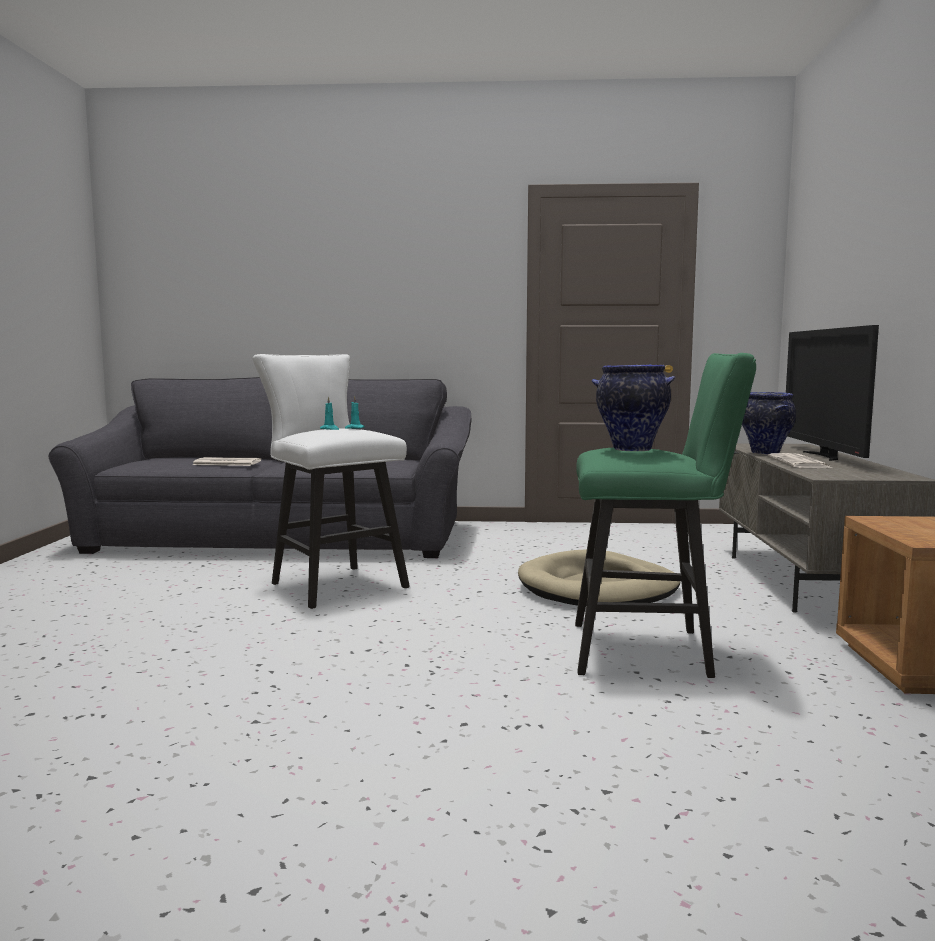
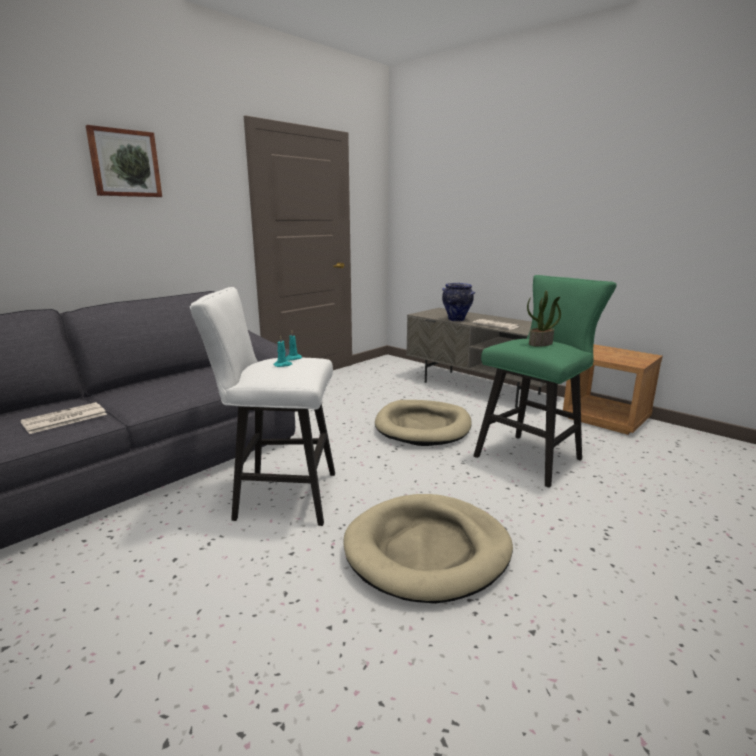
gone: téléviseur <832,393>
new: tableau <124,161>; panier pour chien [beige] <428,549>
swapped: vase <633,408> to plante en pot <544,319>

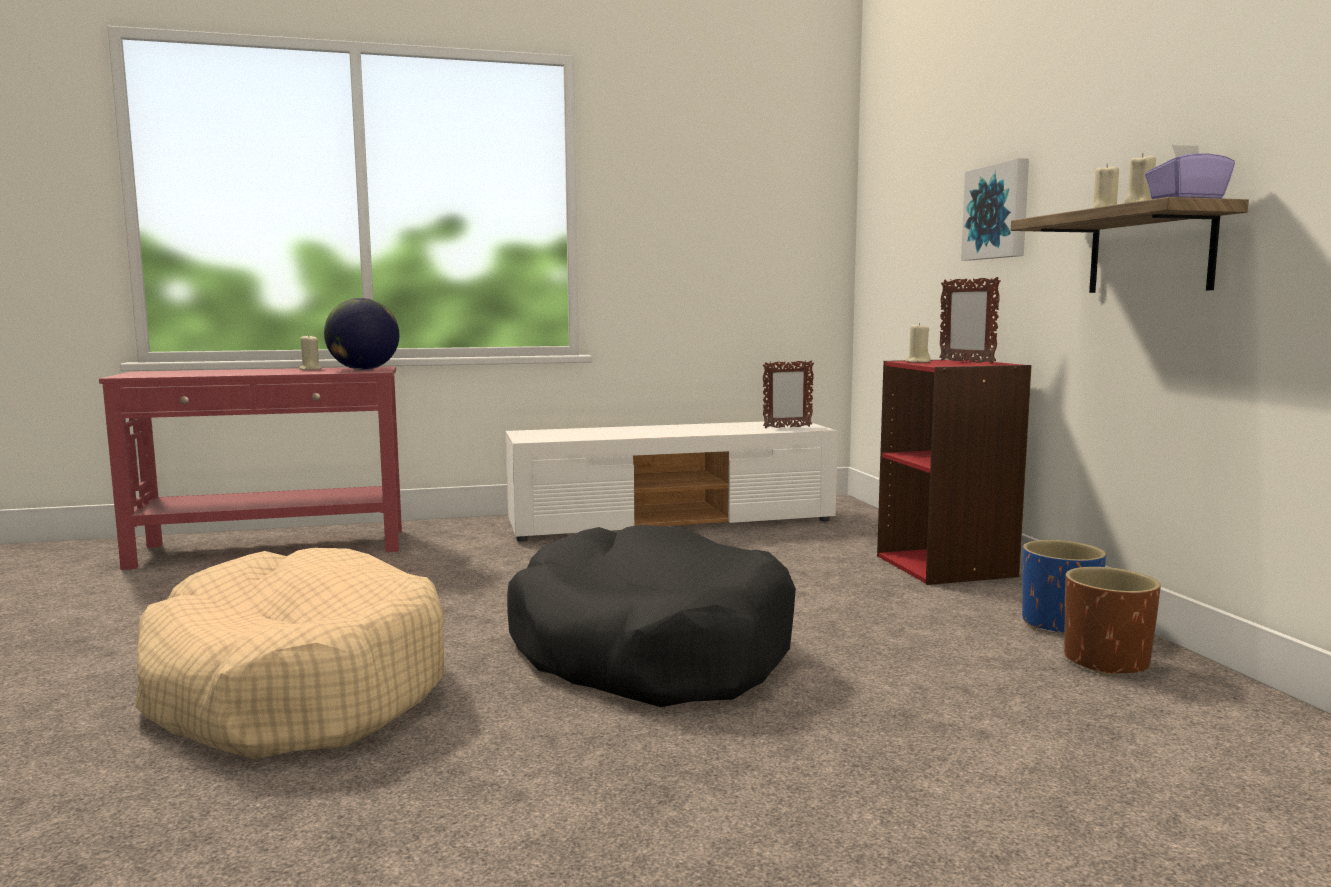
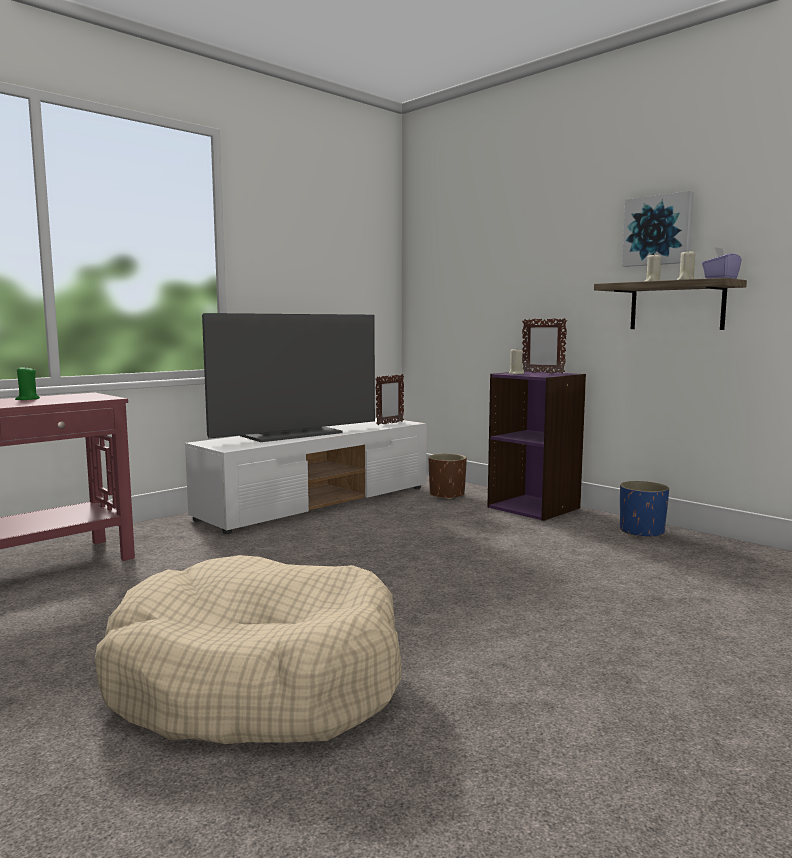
gone: globe <361,334>; panier pour chien [noir] <651,616>
new: téléviseur <288,377>
shifted: tableau <995,209> to <658,229>; cache-pot [marron] <1112,621> to <448,476>
repainted: bougie [beige] <310,352> to bougie [vert] <27,383>; bibliothèque [rouge] <954,472> to bibliothèque [violet] <536,446>

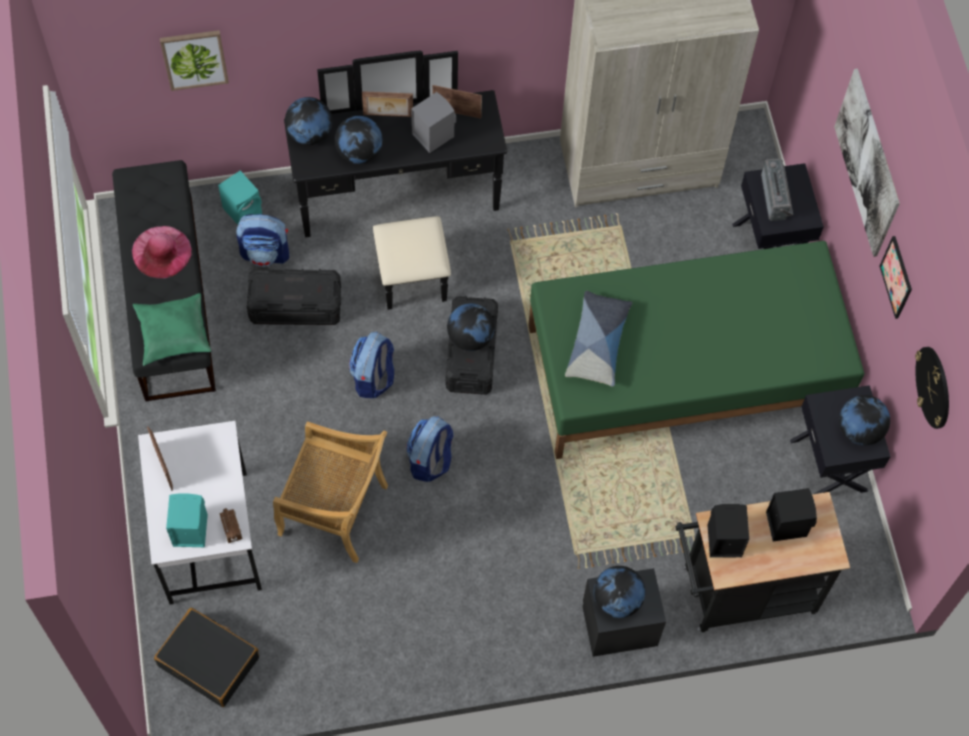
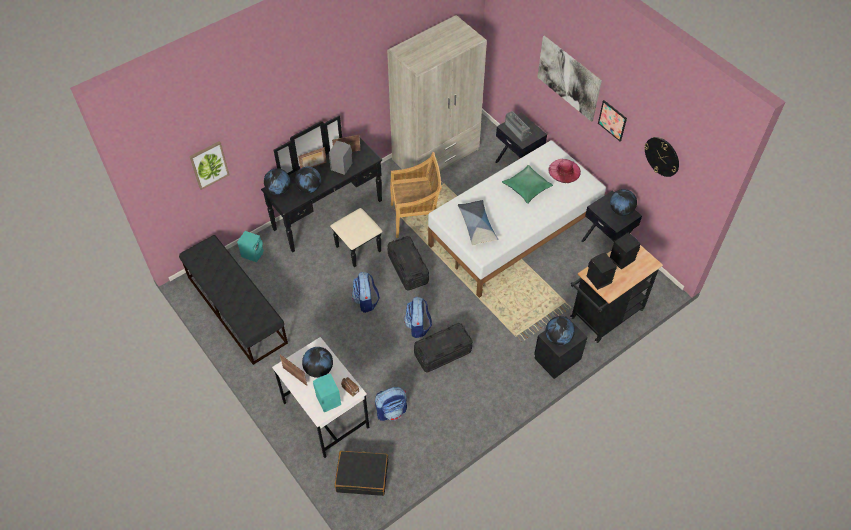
shifted: sac à dos <262,240> to <391,404>; chapeau [rose] <161,252> to <564,171>; boîte de rangement [noir] <293,296> to <443,348>; coussin [vert] <172,329> to <527,184>; globe <471,327> to <317,362>; chaise [beige] <330,492> to <416,195>
repainted: lit [vert] <696,350> to lit [blanc] <517,219>

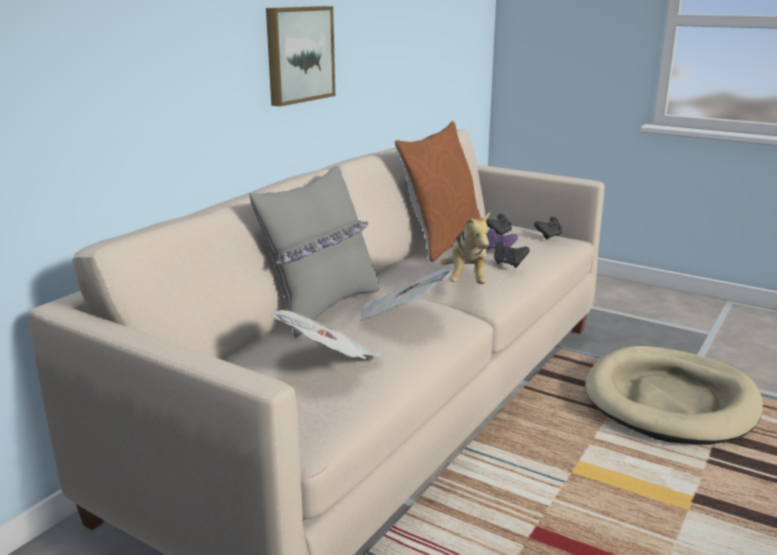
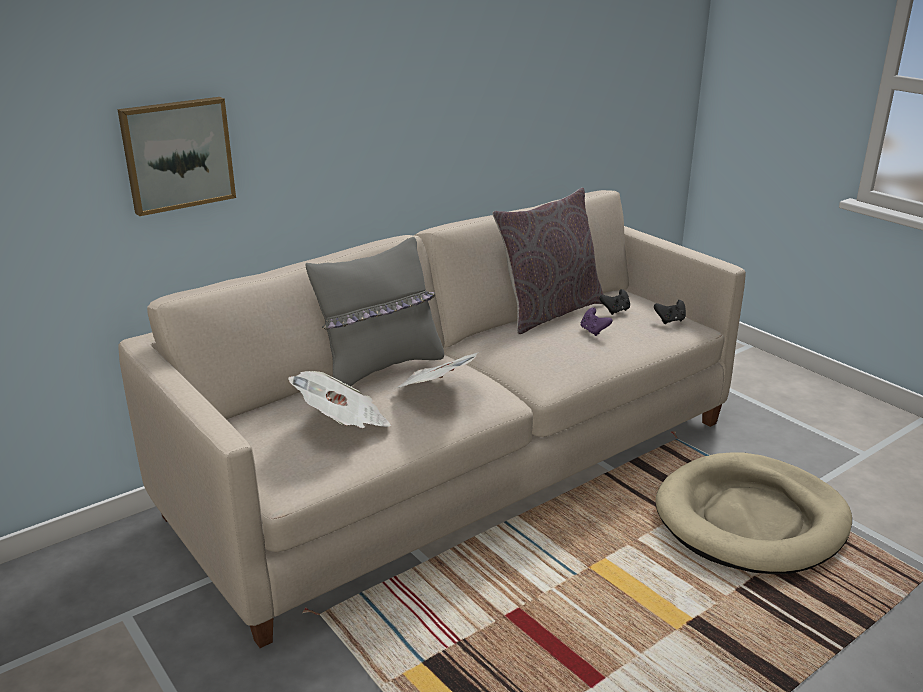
gone: peluche <465,248>; manette [noir] <512,254>
shifted: tableau <300,56> to <176,156>
repainted: coussin [marron] <438,191> to coussin [gris] <548,261>

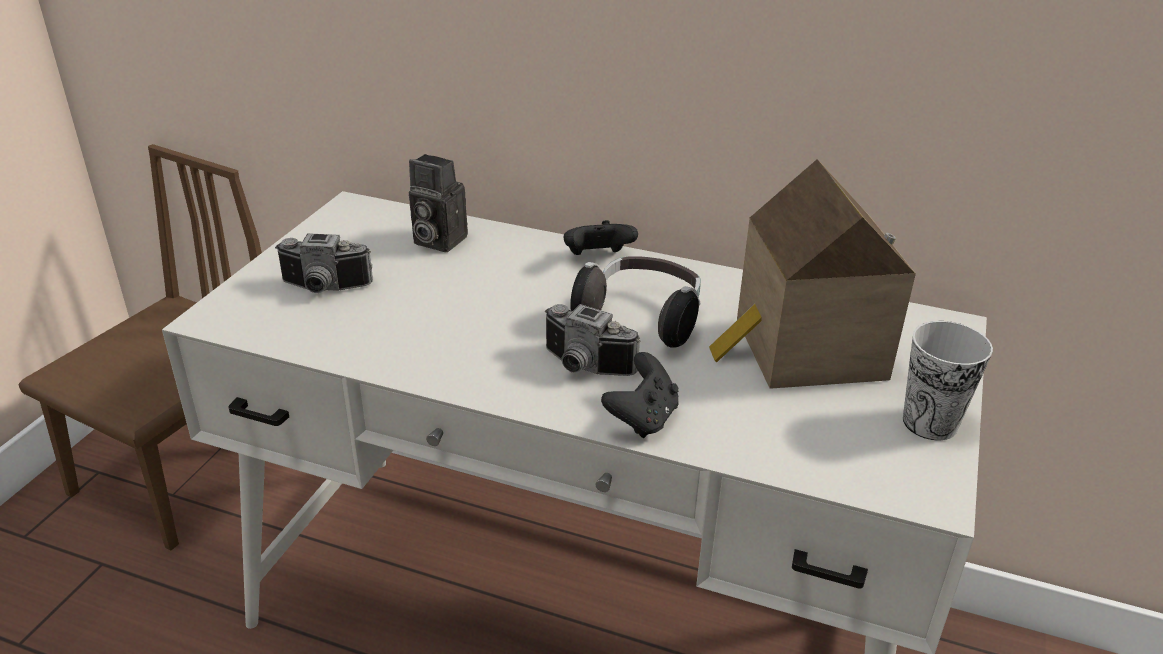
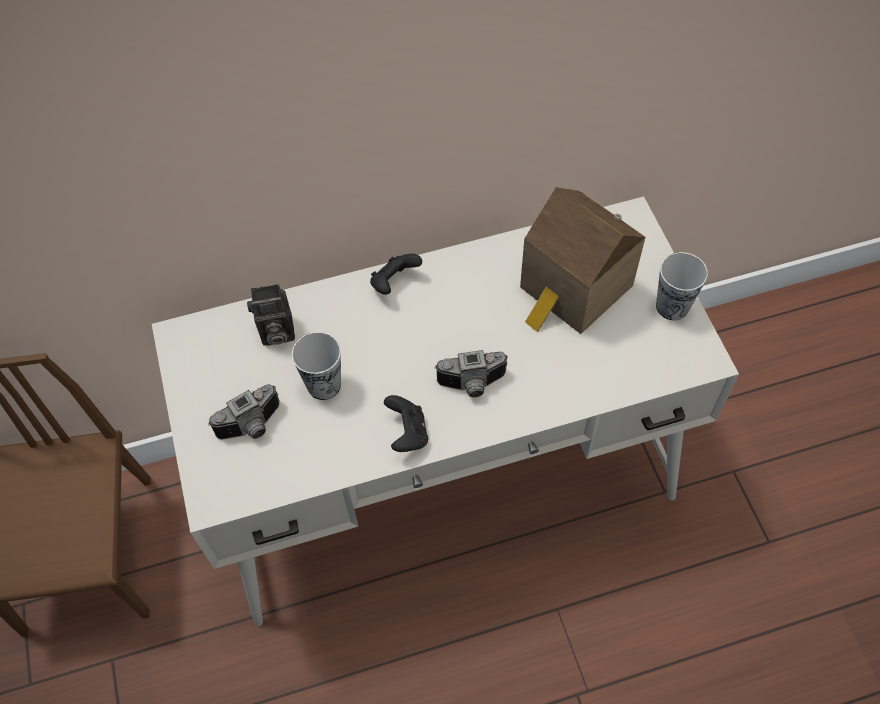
gone: casque audio <635,302>
new: tasse <316,366>
shifted: manette [noir] <640,395> to <406,423>

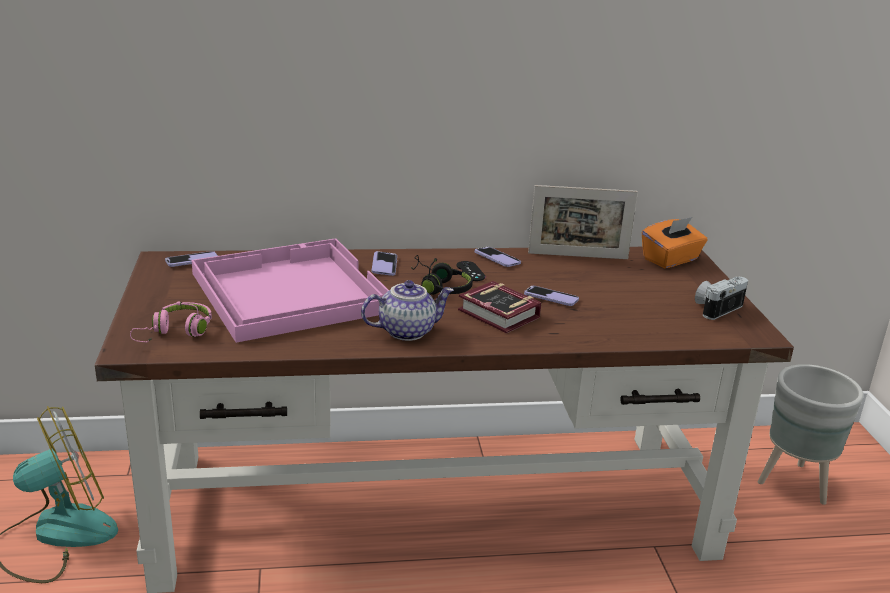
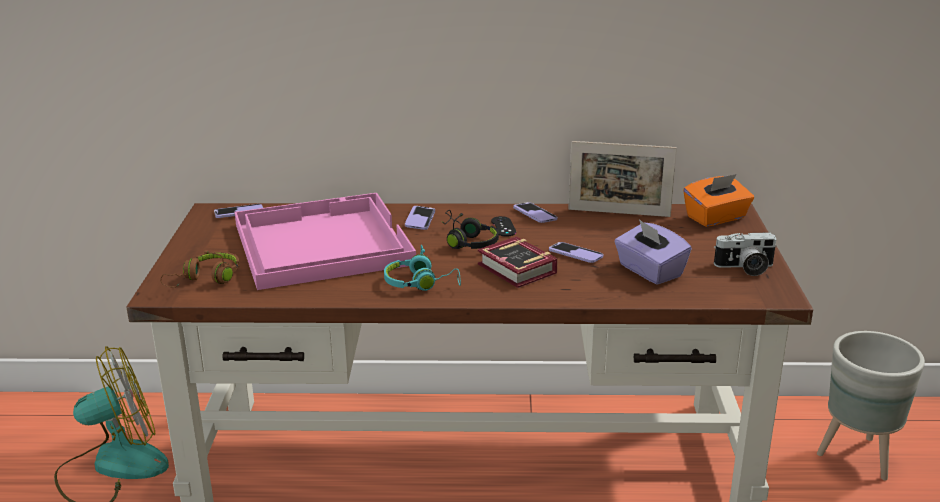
new: boîte à mouchoirs [violet] <653,252>
swapped: théière <407,310> to casque audio [turquoise] <422,268>
repainted: casque audio [rose] <171,322> to casque audio [marron] <200,269>
rotated: appareil photo <721,298> = <745,254> 150 degrees counterclockwise

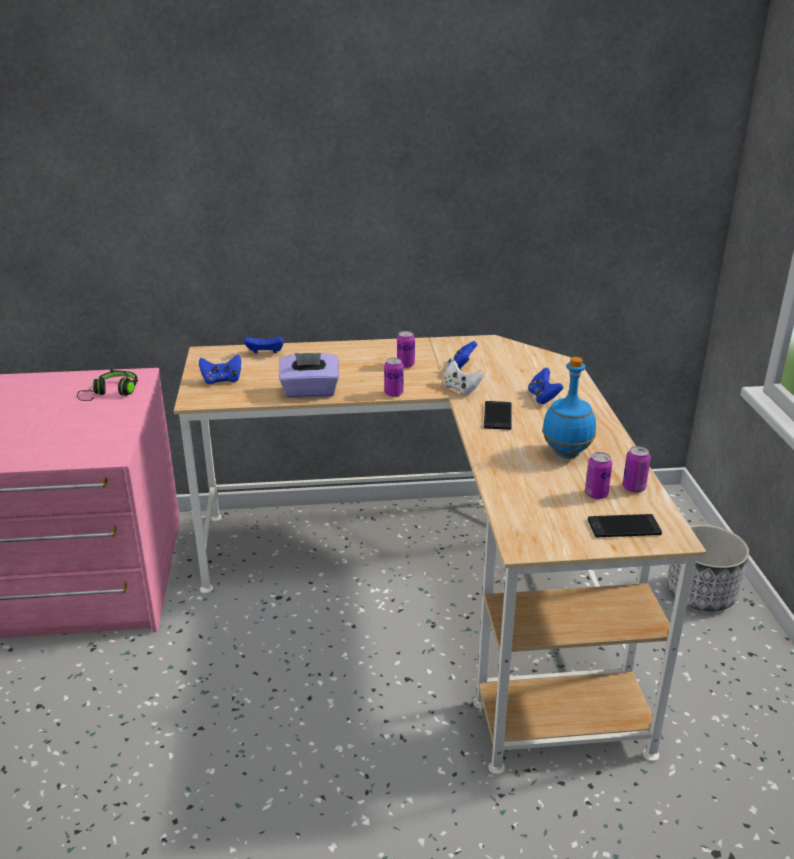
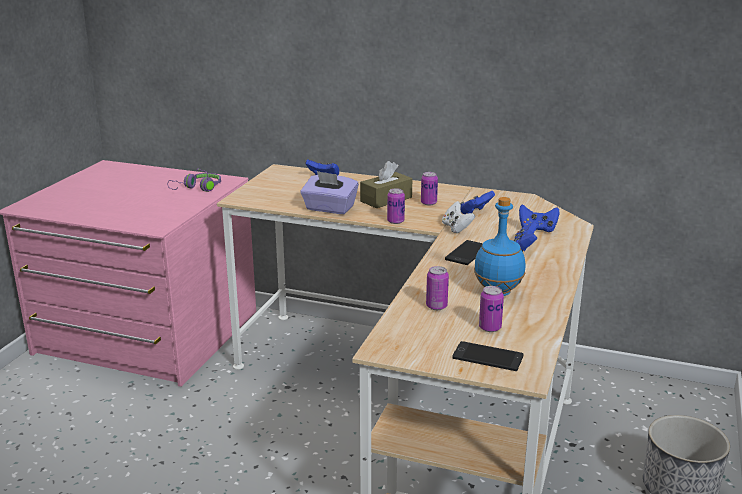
new: boîte à mouchoirs [marron] <386,184>
shifted: manette [bleu] <220,369> to <539,218>; boîte métallique <636,469> to <437,288>
repainted: casque audio [noir] <107,385> to casque audio [violet] <194,180>

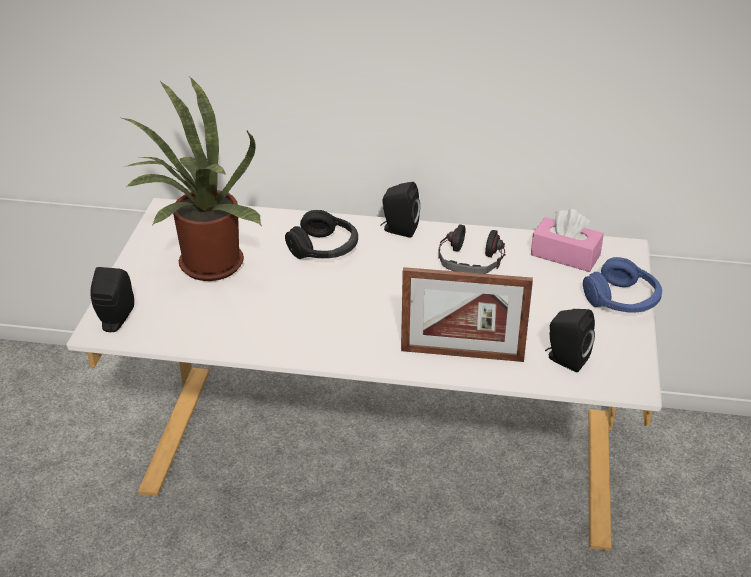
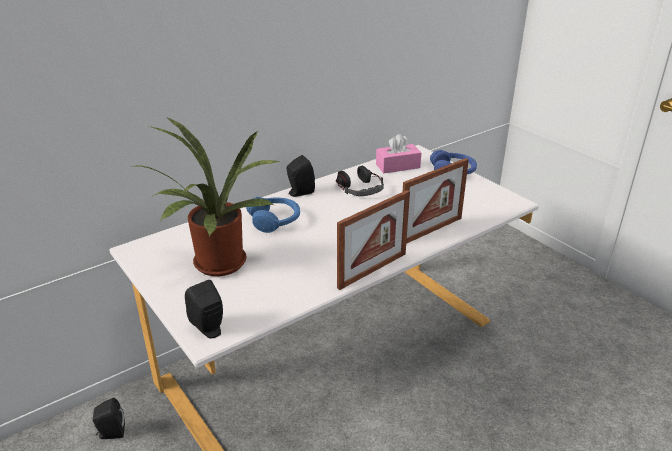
new: cadre photo <373,240>
shifted: enceinte [noir] <570,340> to <109,418>
repainted: casque audio [noir] <321,234> to casque audio [bleu] <273,215>

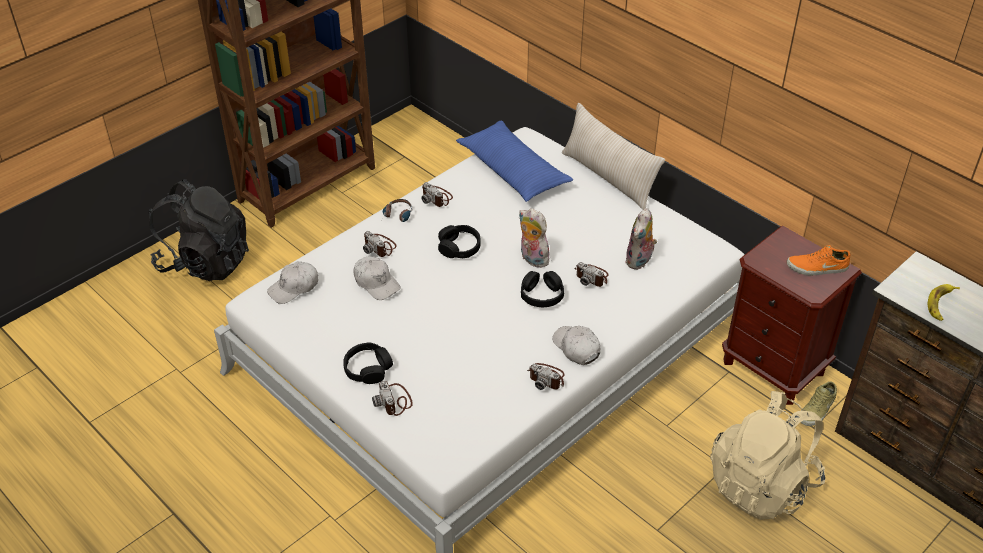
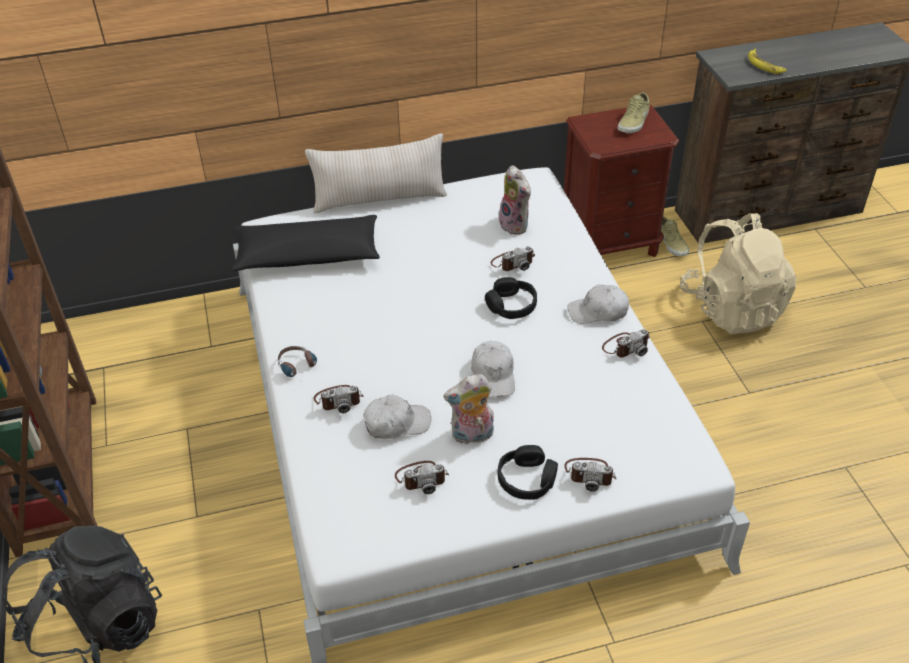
gone: casque audio [noir] <459,242>
shifted: appareil photo <437,194> to <422,477>; peluche <534,238> to <468,409>; casquette [blanc] <292,282> to <493,369>
repainted: coussin [bleu] <514,161> to coussin [noir] <306,243>; chaussure [orange] <818,260> to chaussure [beige] <633,112>

